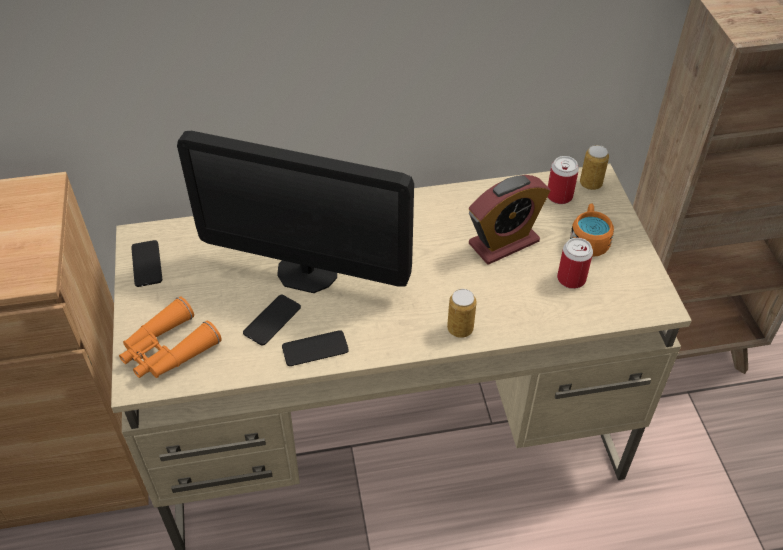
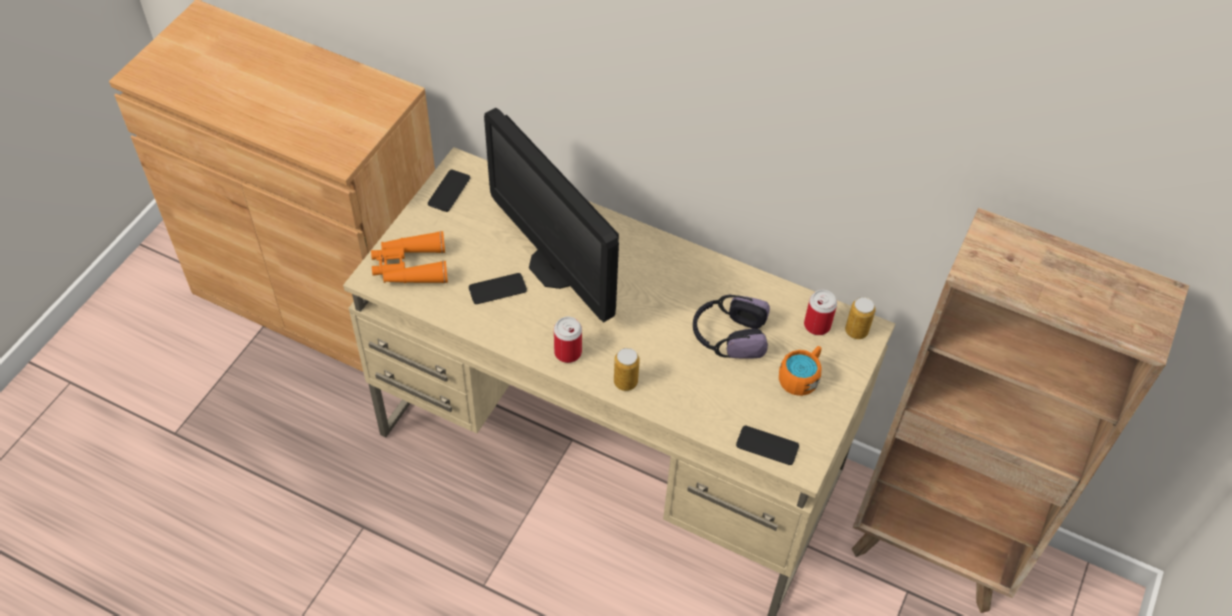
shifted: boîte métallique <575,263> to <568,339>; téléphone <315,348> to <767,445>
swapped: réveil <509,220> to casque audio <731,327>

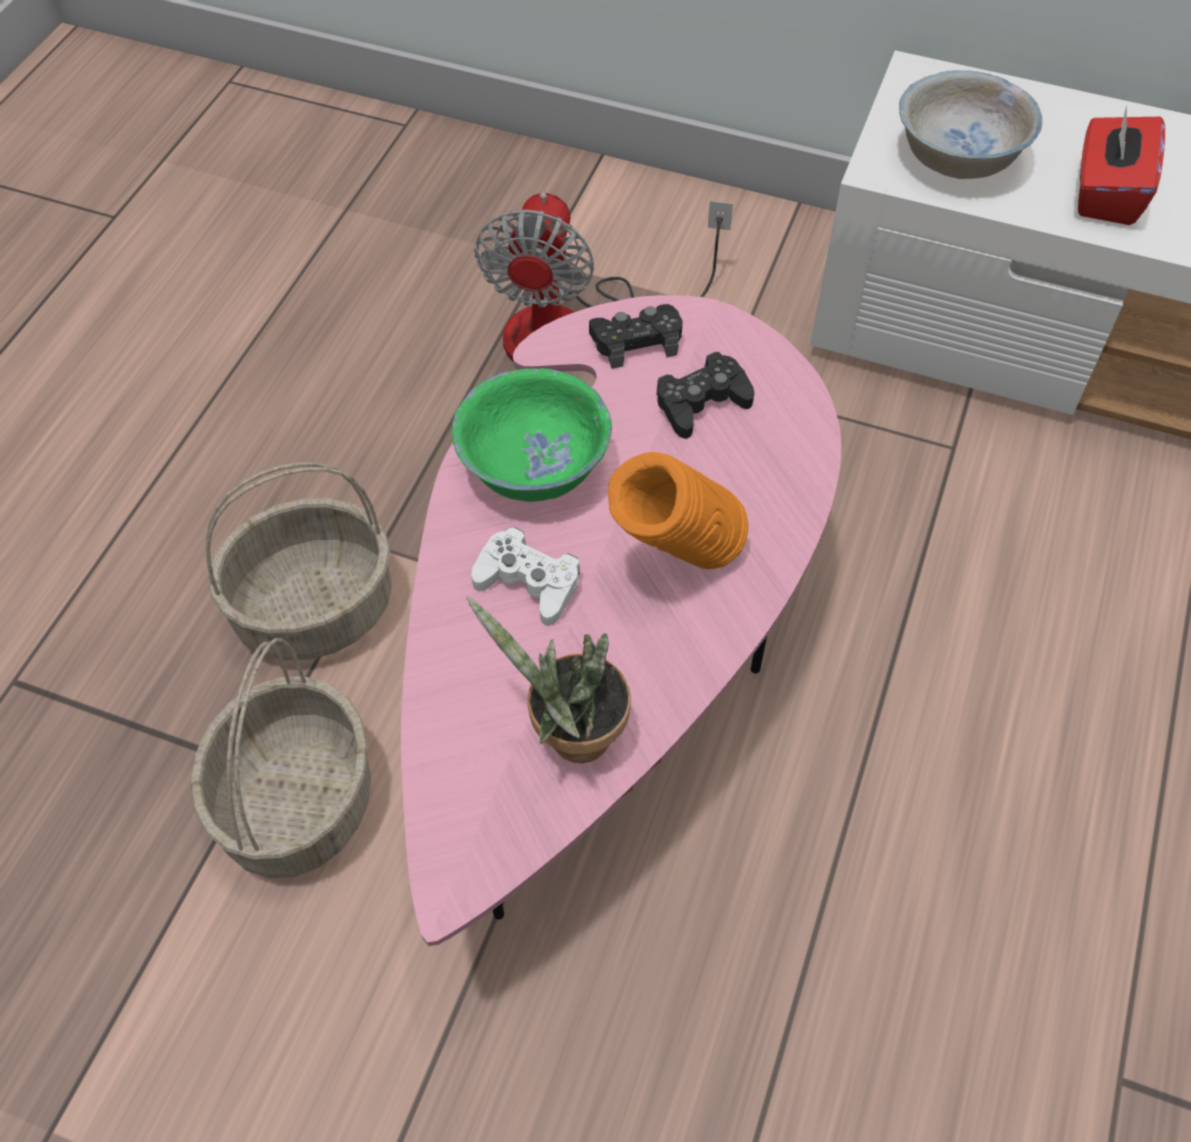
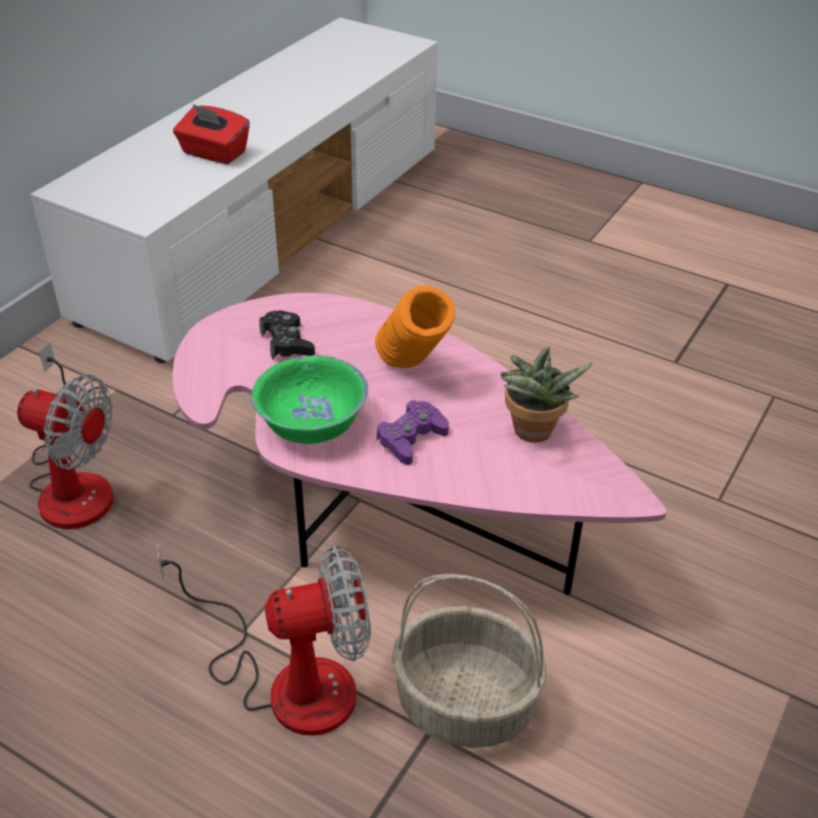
gone: bol [blanc] <970,124>; manette [noir] <636,336>
swapped: panier <299,561> to ventilateur <264,639>
repainted: manette [blanc] <525,576> to manette [violet] <413,432>

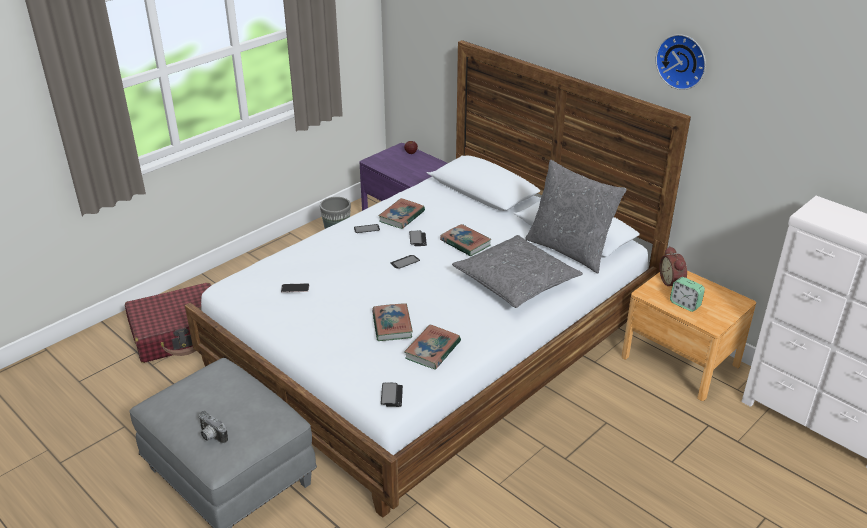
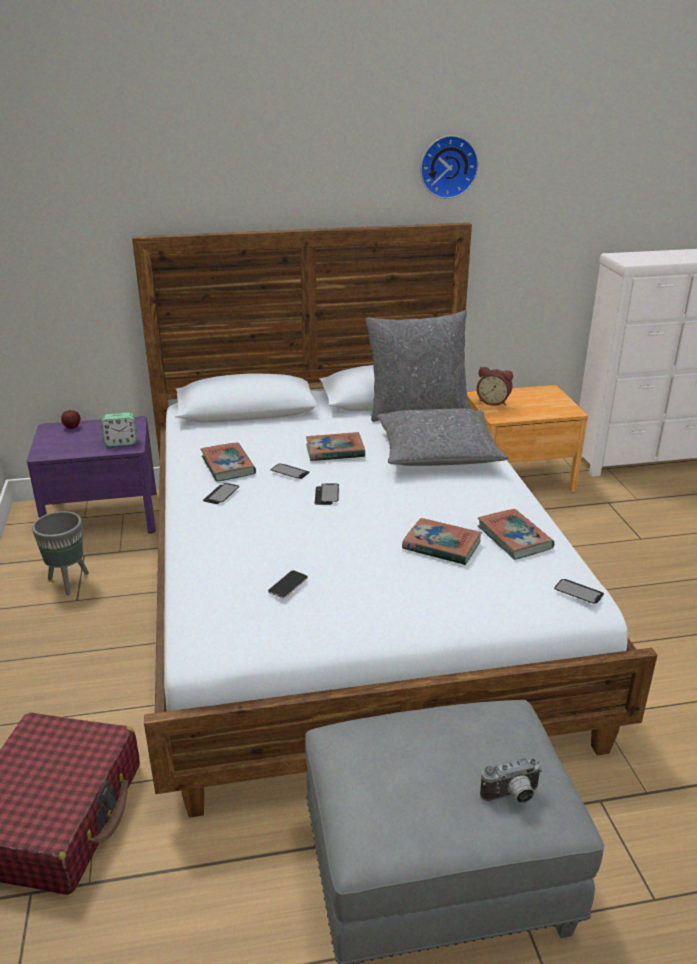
shifted: réveil <687,294> to <119,429>

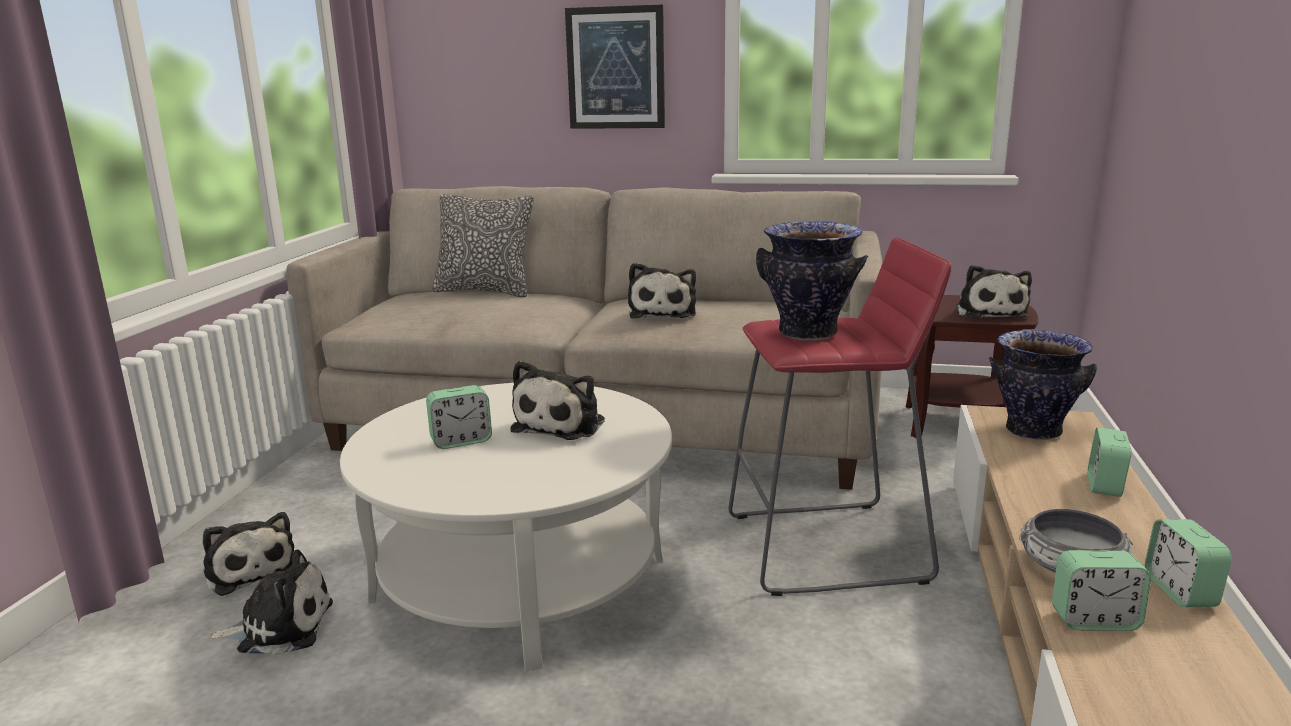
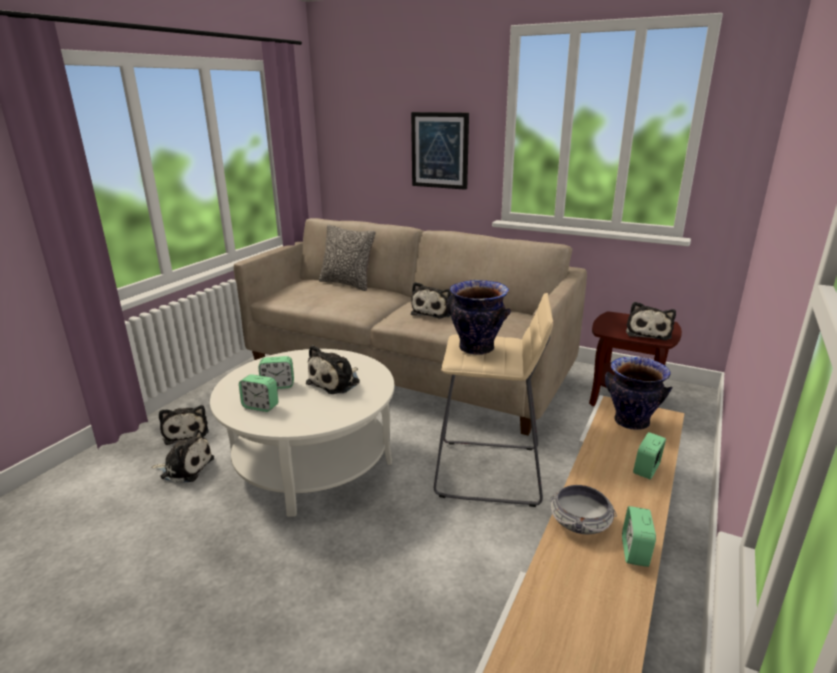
shifted: réveil <1101,590> to <258,393>
repainted: tabouret [rouge] <839,417> to tabouret [beige] <493,400>

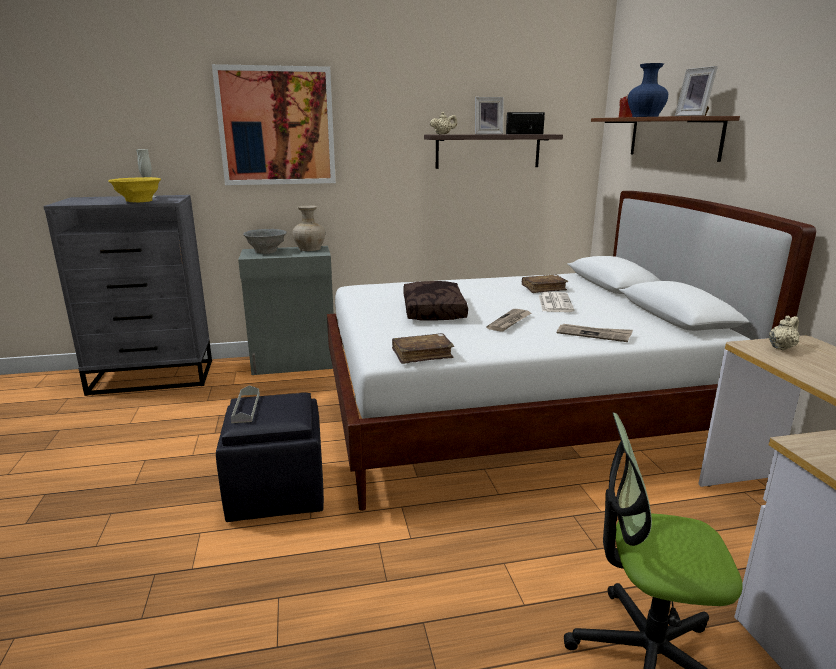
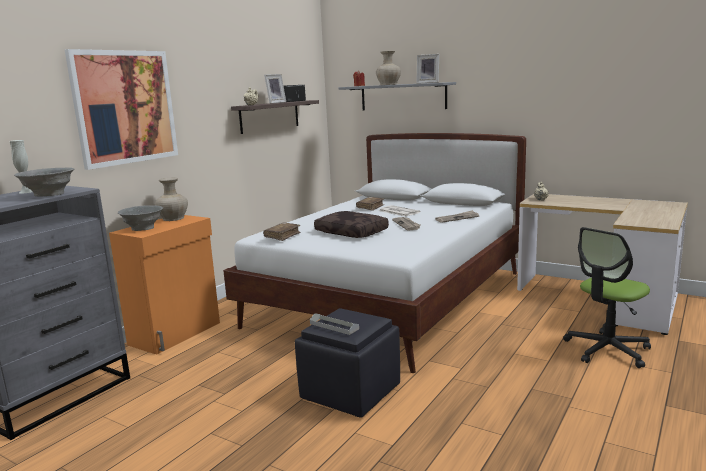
shifted: livre [marron] <423,348> to <281,231>
repainted: vase [bleu] <648,90> to vase [beige] <388,68>; étagère [marron] <665,139> to étagère [gris] <397,96>; bol [jaune] <134,189> to bol [gris] <44,182>; meuble de rangement [gris] <286,310> to meuble de rangement [orange] <164,284>

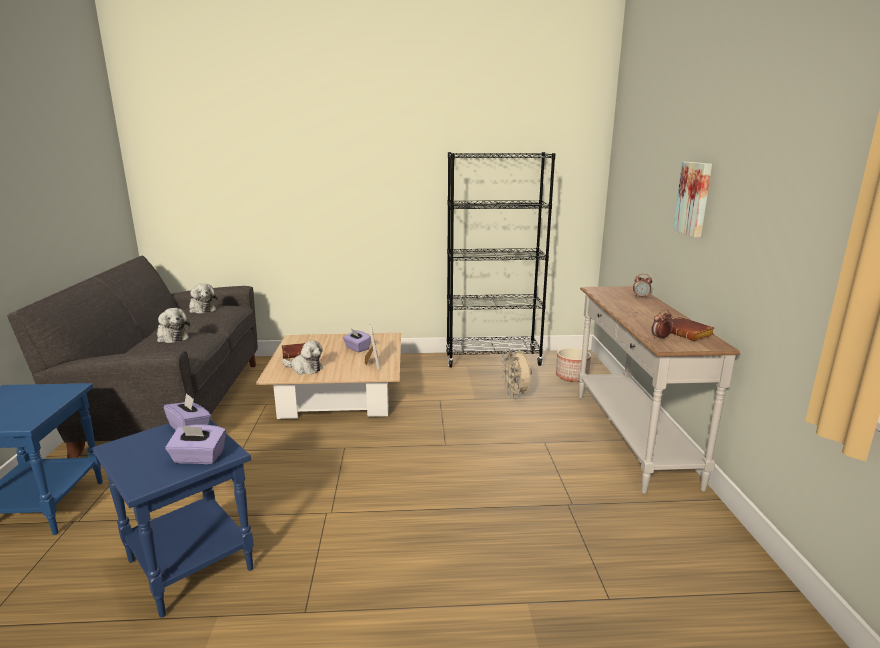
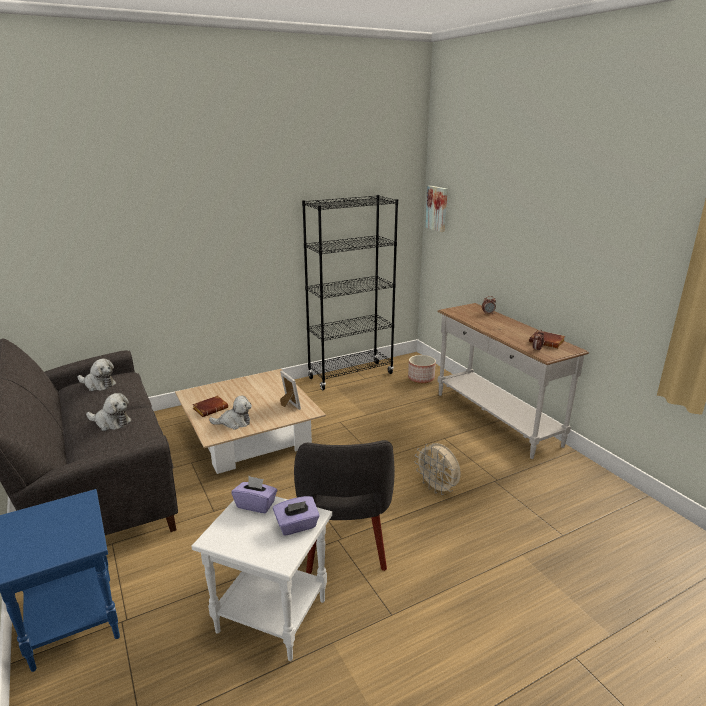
gone: boîte à mouchoirs [violet] <357,340>
new: fauteuil [gris] <344,507>
shifted: tableau <692,199> to <436,209>; ventilateur [beige] <516,373> to <438,469>
repainted: table d'appoint [bleu] <173,518> to table d'appoint [blanc] <261,578>

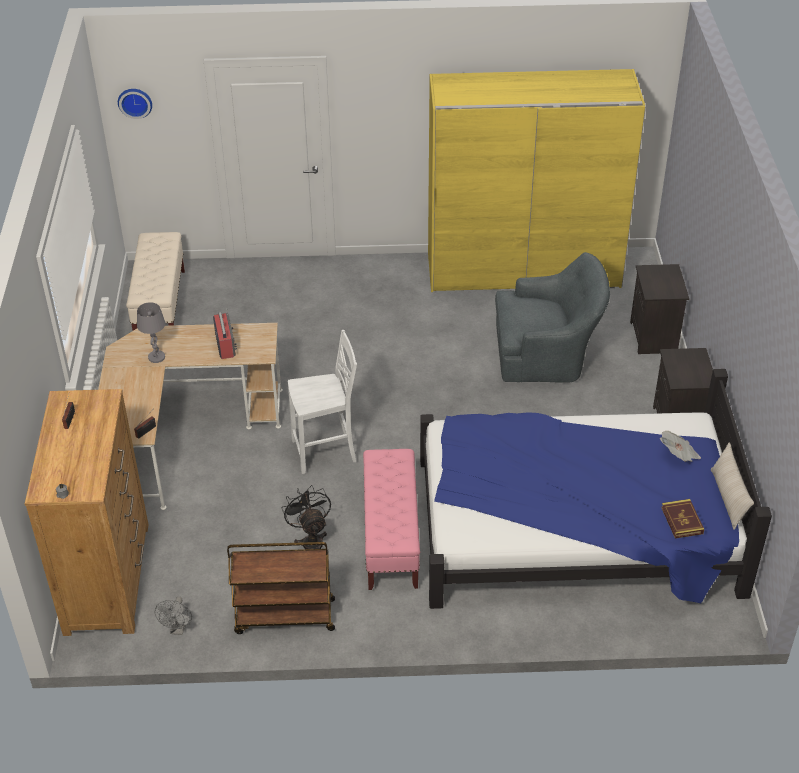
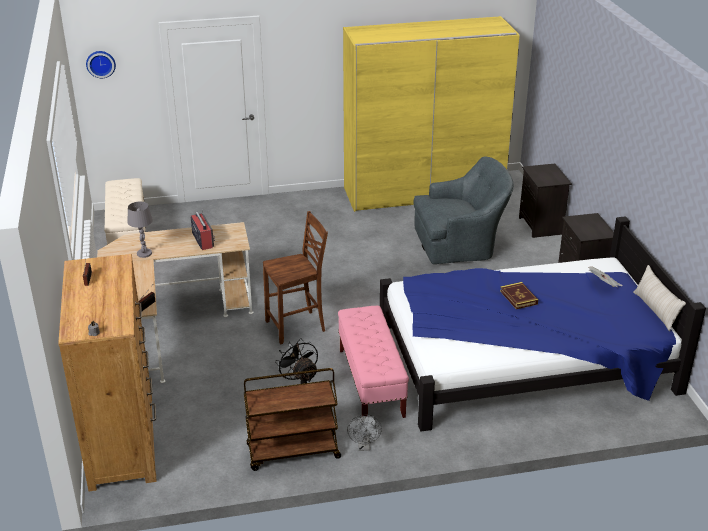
shifted: livre <682,518> to <519,295>; ventilateur [gris] <173,615> to <364,433>
repainted: chaise [blanc] <322,402> to chaise [marron] <295,277>

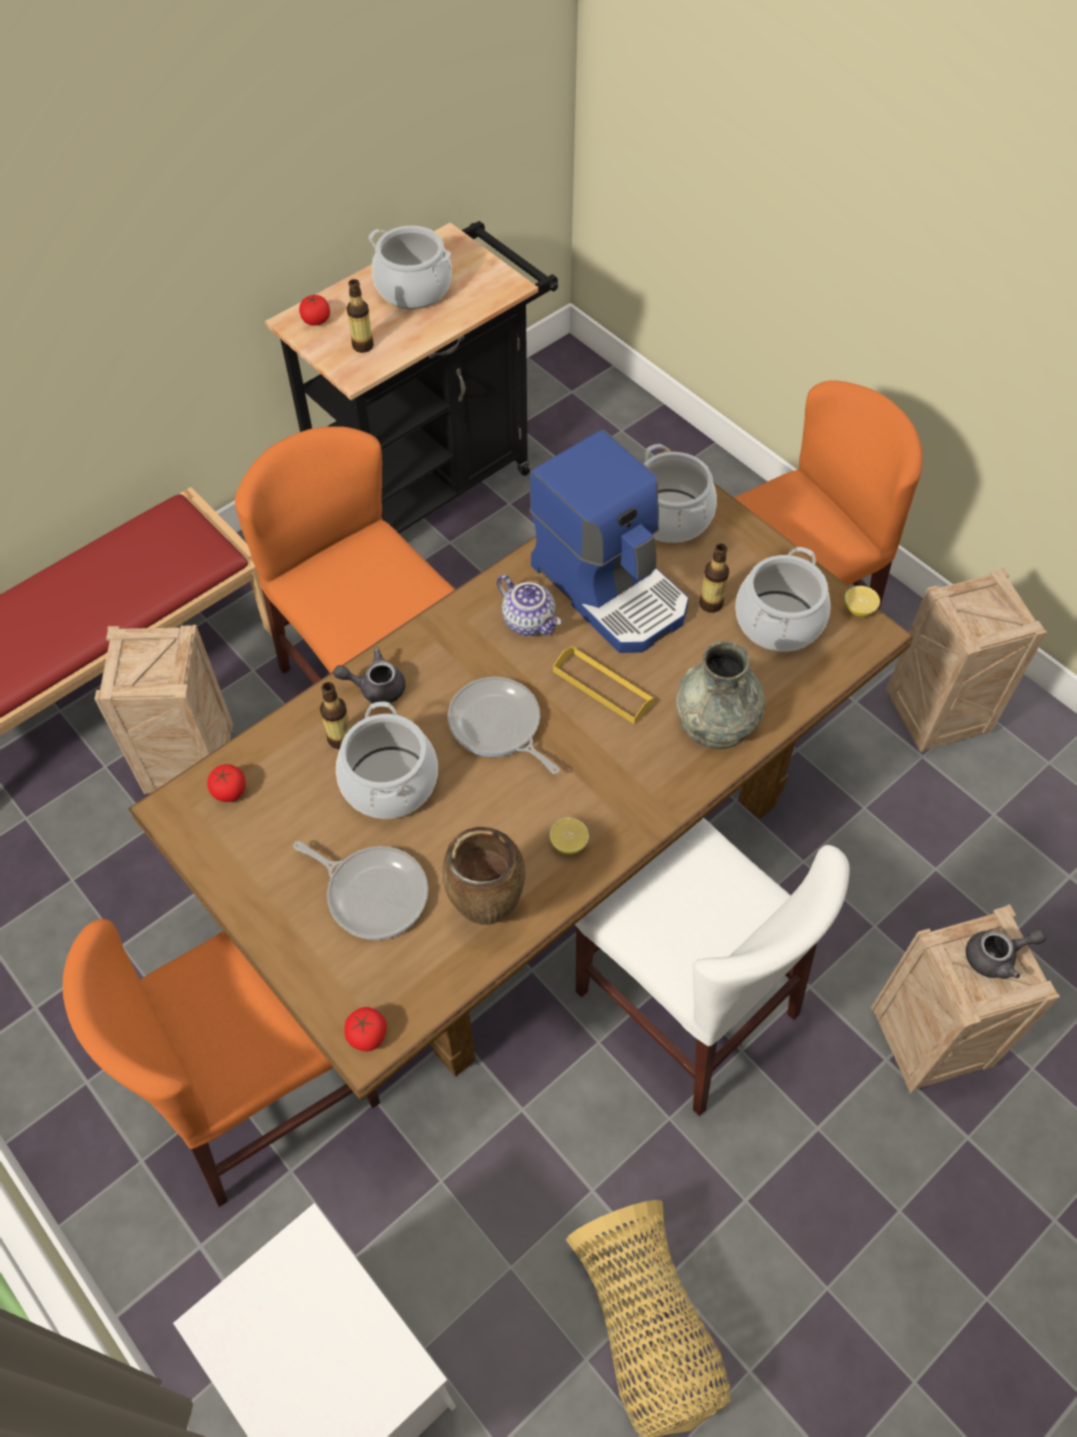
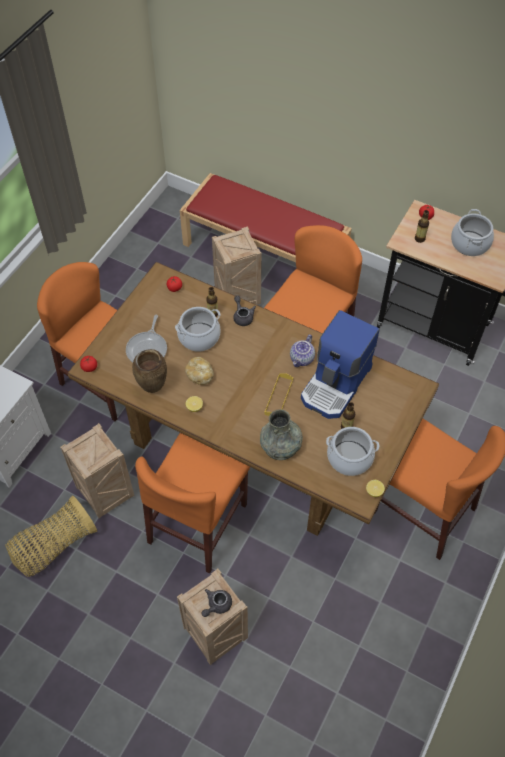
gone: marmite <680,493>; poêle <504,725>
new: pain <199,371>
shifted: caisse <966,660> to <97,470>
repainted: chaise [blanc] <712,967> to chaise [orange] <192,503>
rotated: théière [gris] <1006,954> = <217,603> 75 degrees clockwise

